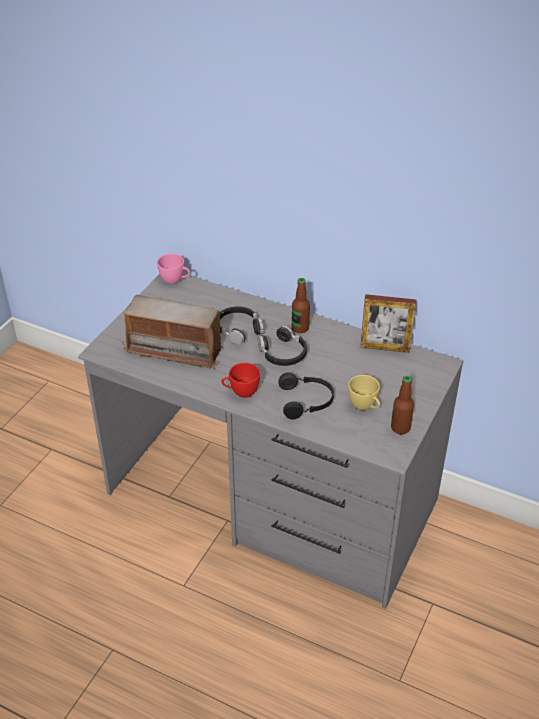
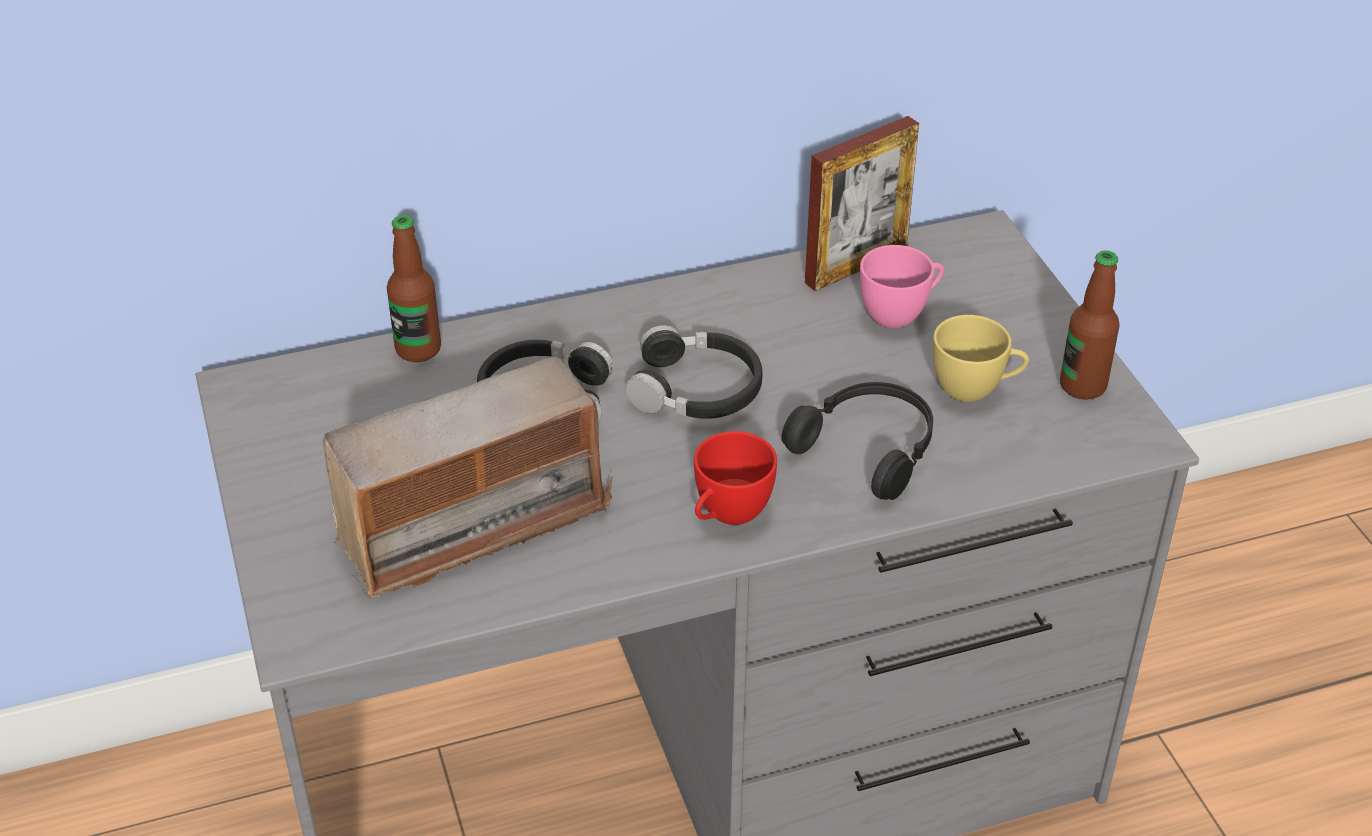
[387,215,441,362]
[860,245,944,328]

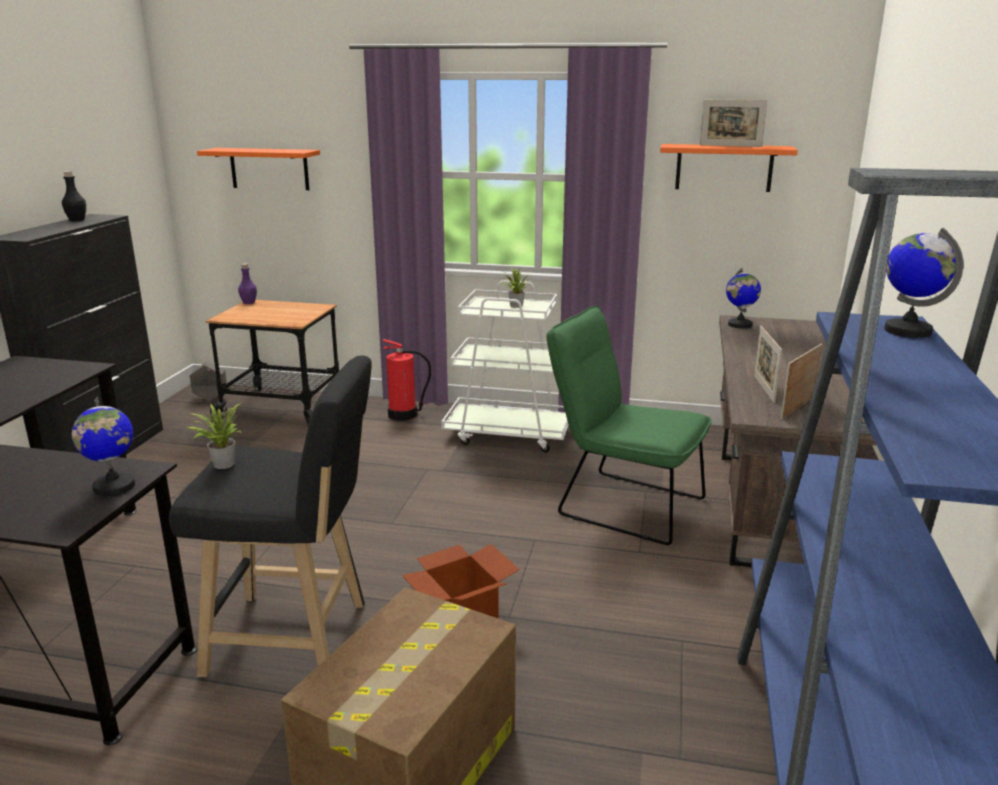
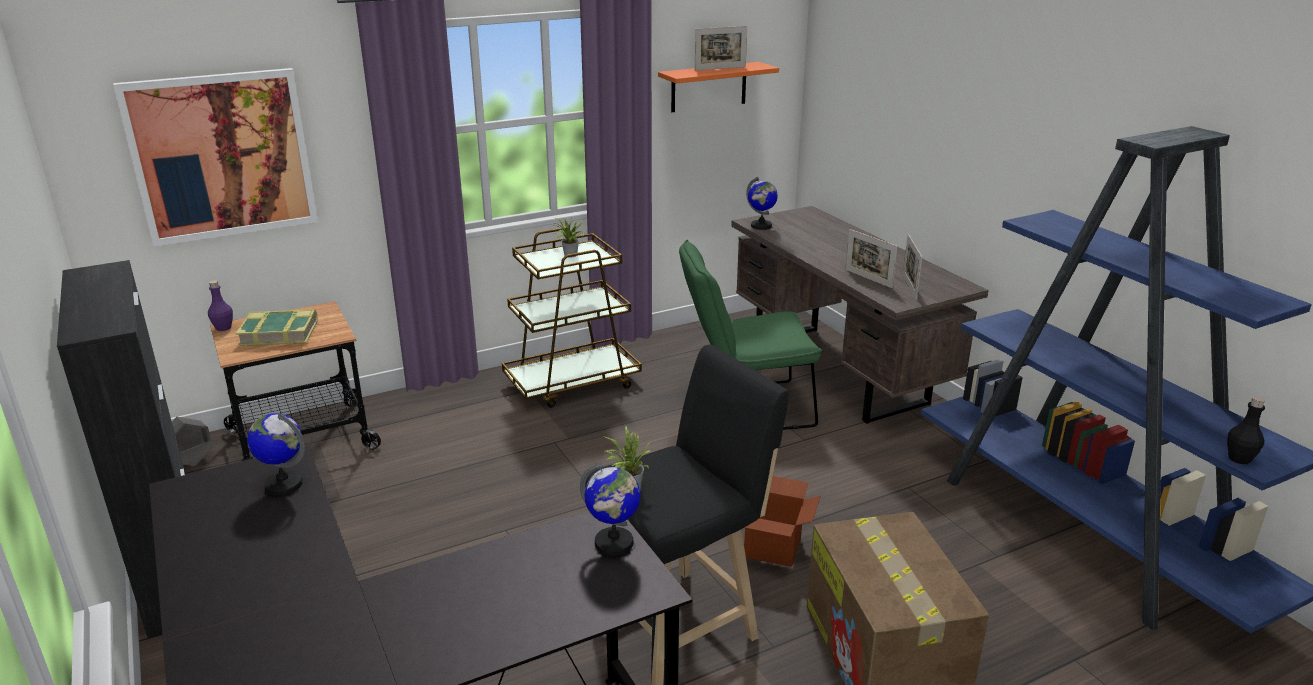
[113,68,318,247]
[235,309,318,346]
[247,413,305,496]
[502,227,642,408]
[1227,396,1265,464]
[383,339,431,421] (first image)

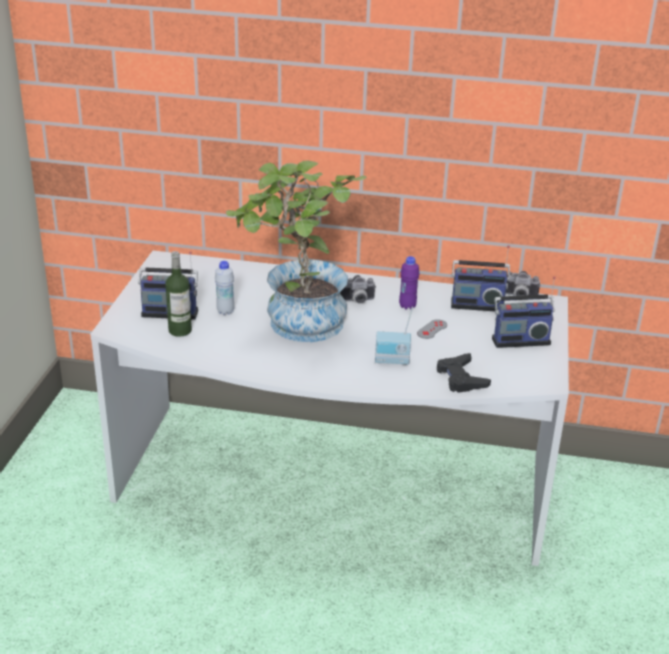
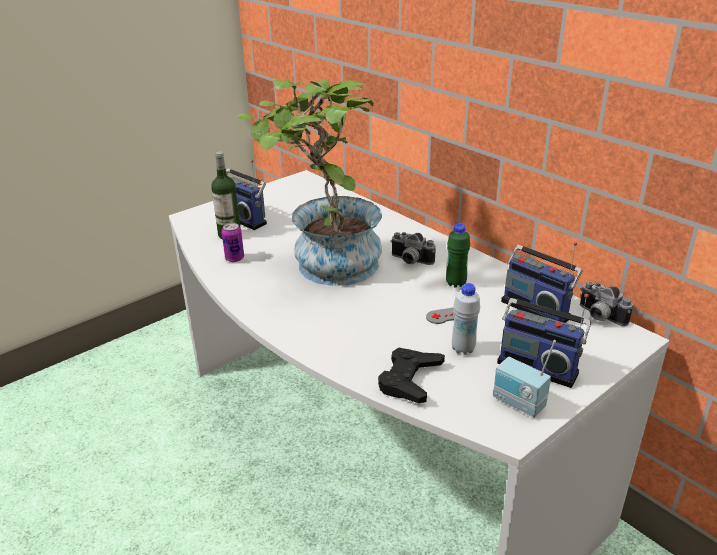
[222,223,244,262]
[446,224,470,288]
[452,283,480,355]
[493,340,556,417]

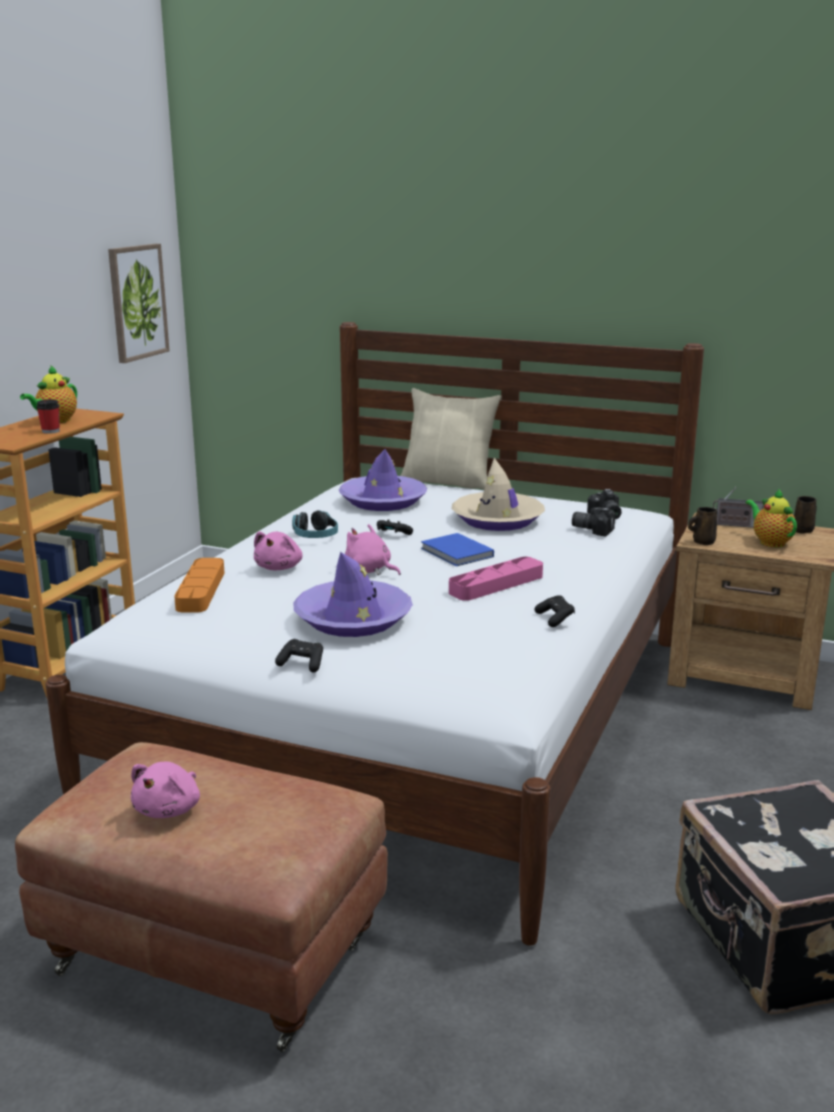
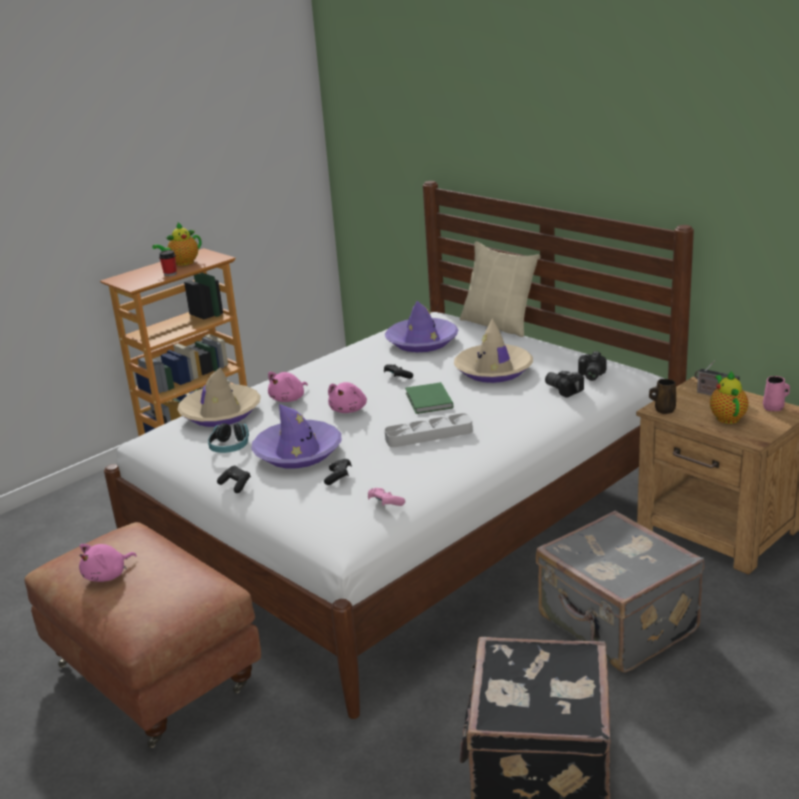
[177,367,261,427]
[208,423,249,453]
[324,459,352,485]
[328,382,367,413]
[368,488,405,506]
[384,413,473,447]
[405,382,453,414]
[536,511,704,673]
[763,376,790,411]
[108,244,170,363] (first image)

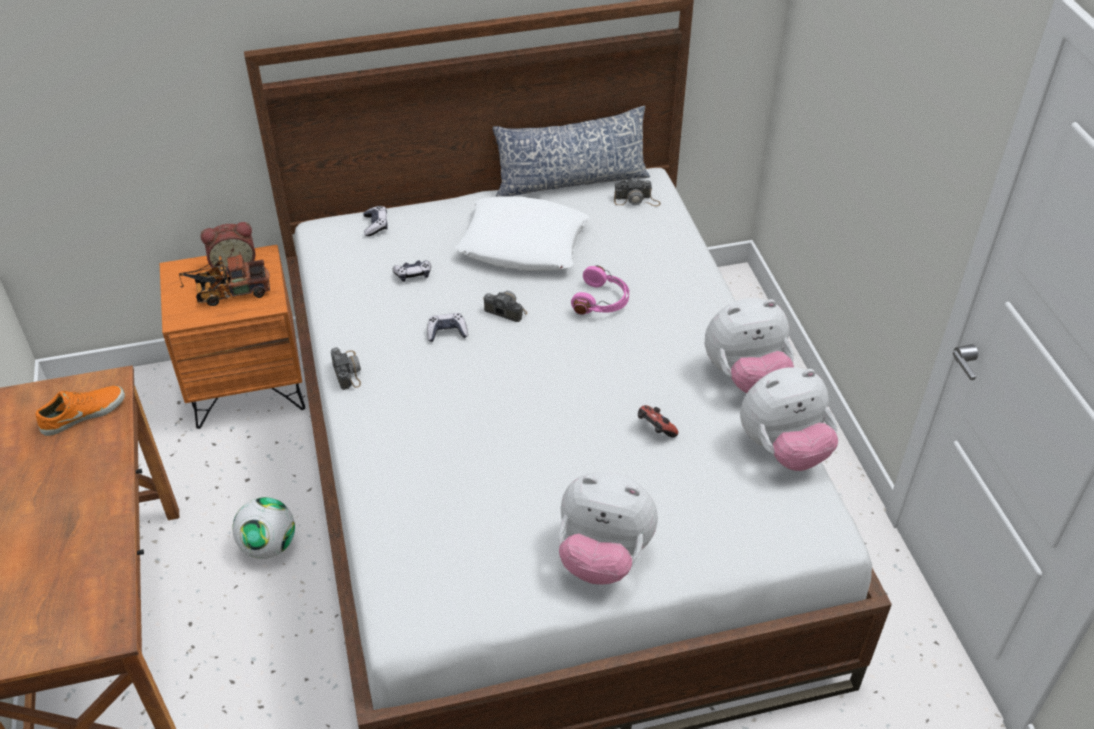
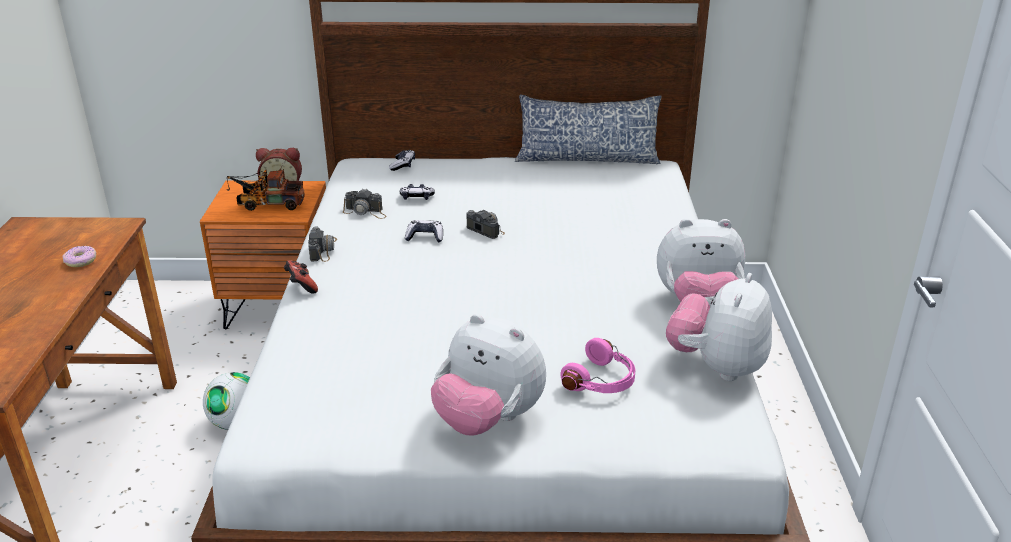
[63,246,97,267]
[284,260,318,294]
[343,189,386,219]
[560,338,636,393]
[666,273,772,381]
[36,386,125,436] (first image)
[455,197,590,271] (first image)

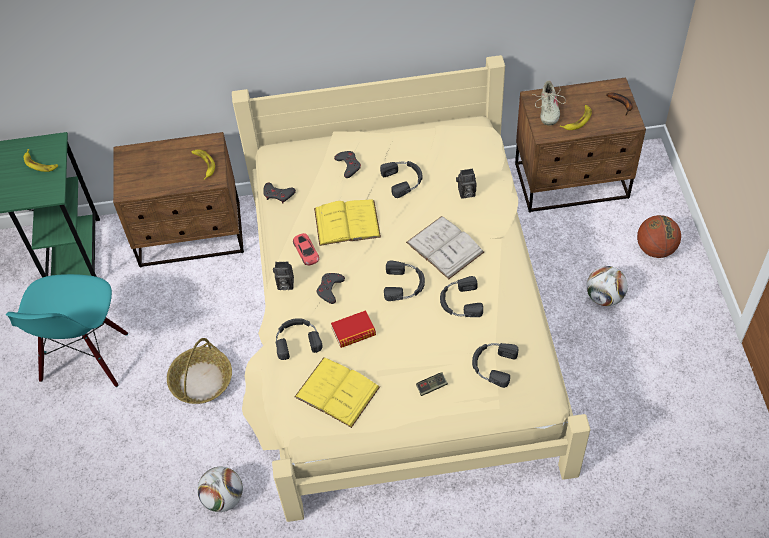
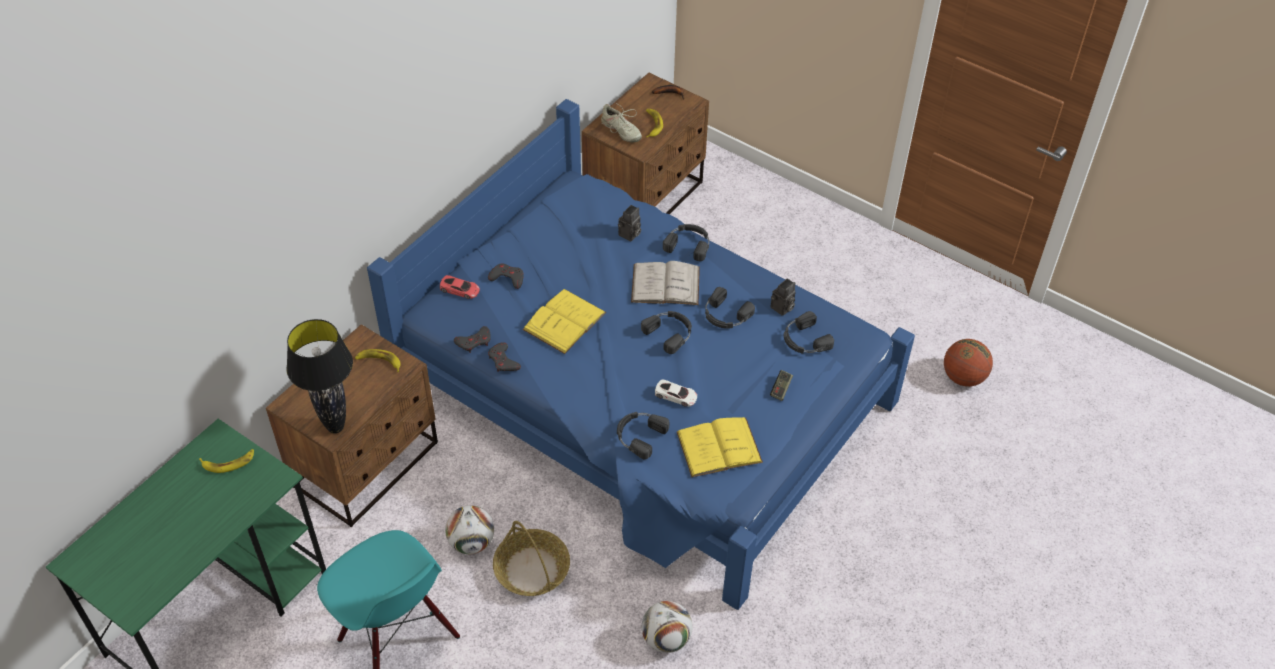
[286,319,353,433]
[367,99,915,610]
[440,275,480,299]
[445,505,494,554]
[488,342,521,372]
[655,379,697,407]
[663,224,709,261]
[771,278,796,316]
[944,339,993,387]

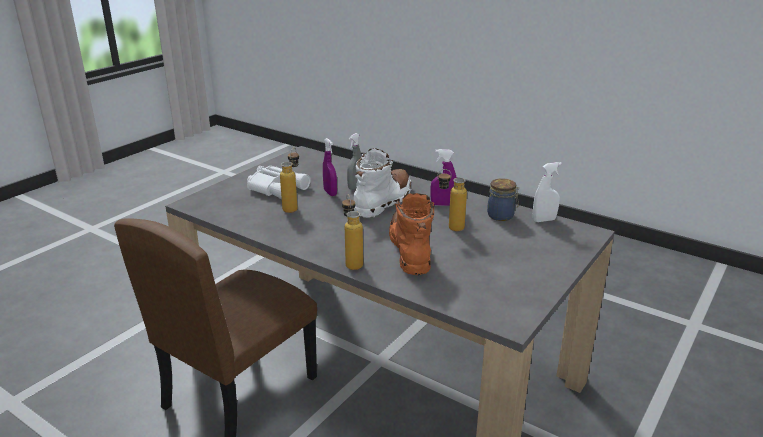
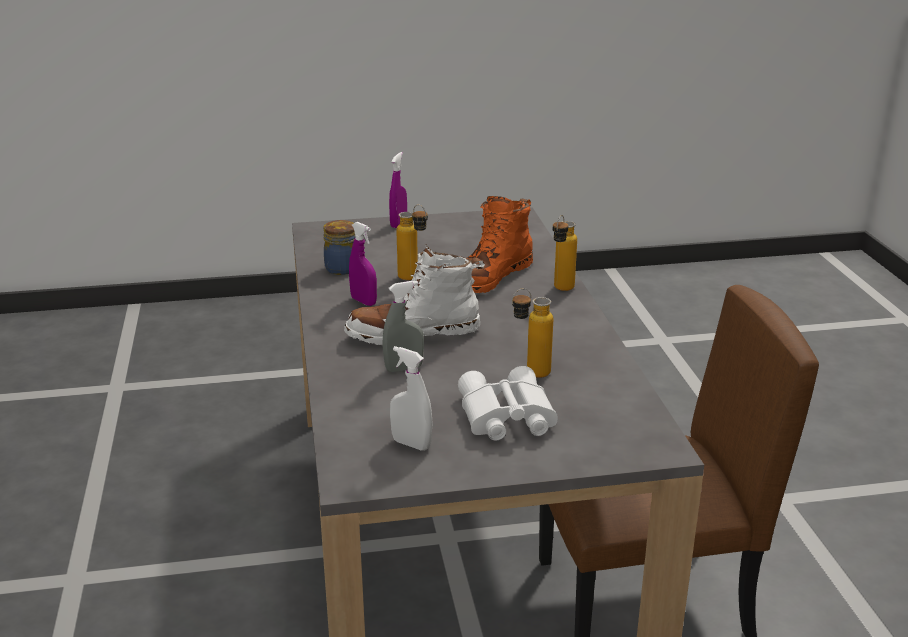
[389,152,407,228]
[390,346,433,451]

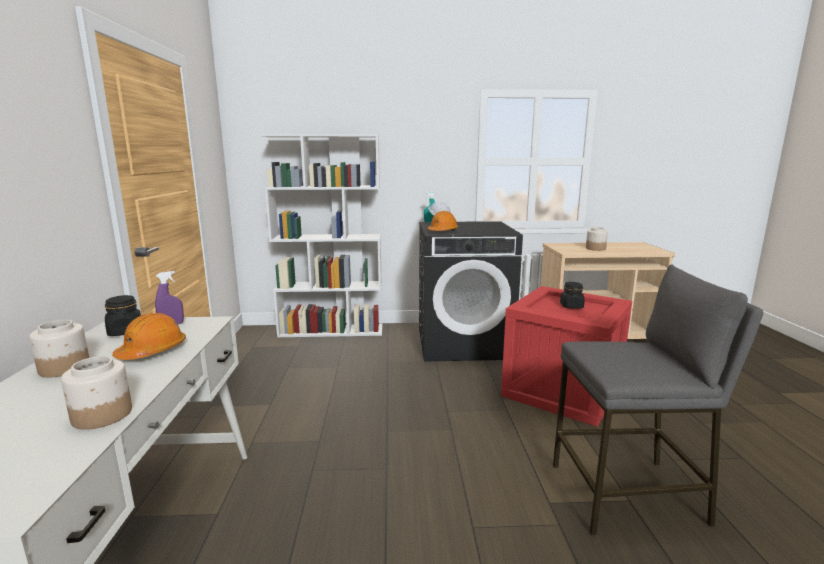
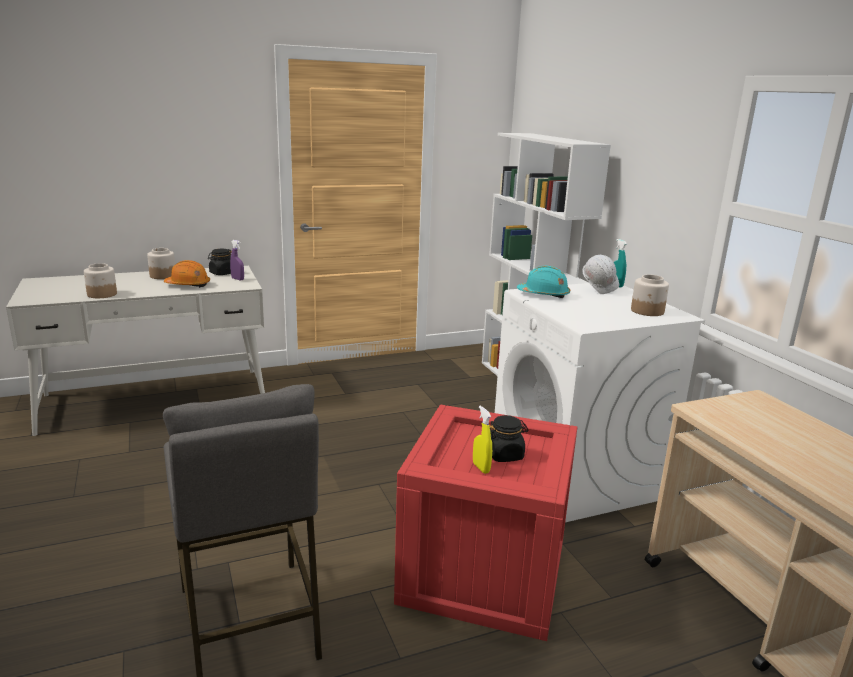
[473,406,492,474]
[495,283,705,522]
[517,266,570,299]
[631,275,669,316]

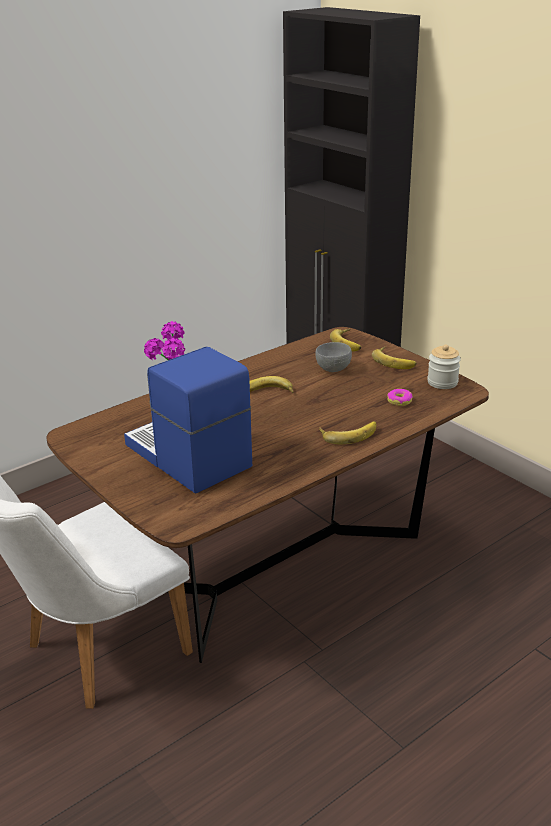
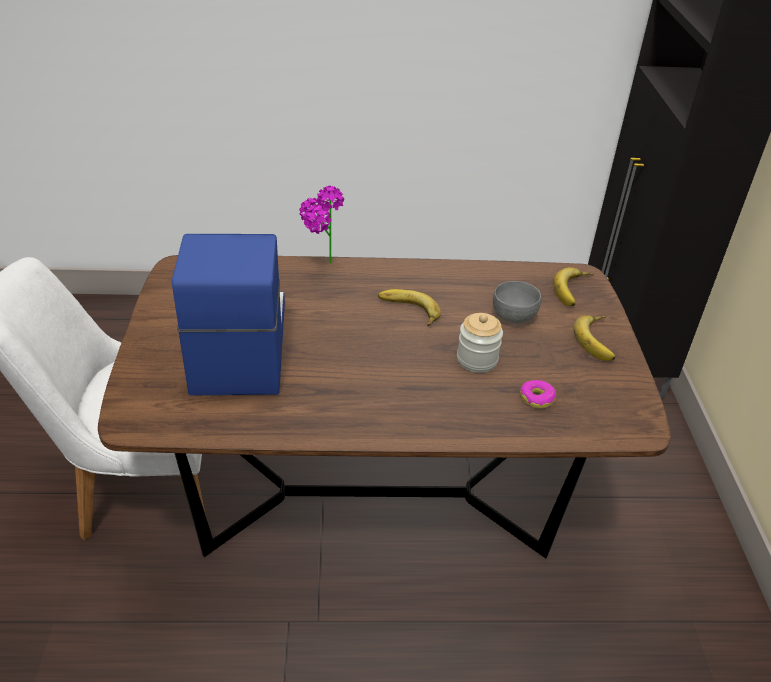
[457,313,503,373]
[319,421,377,445] (first image)

